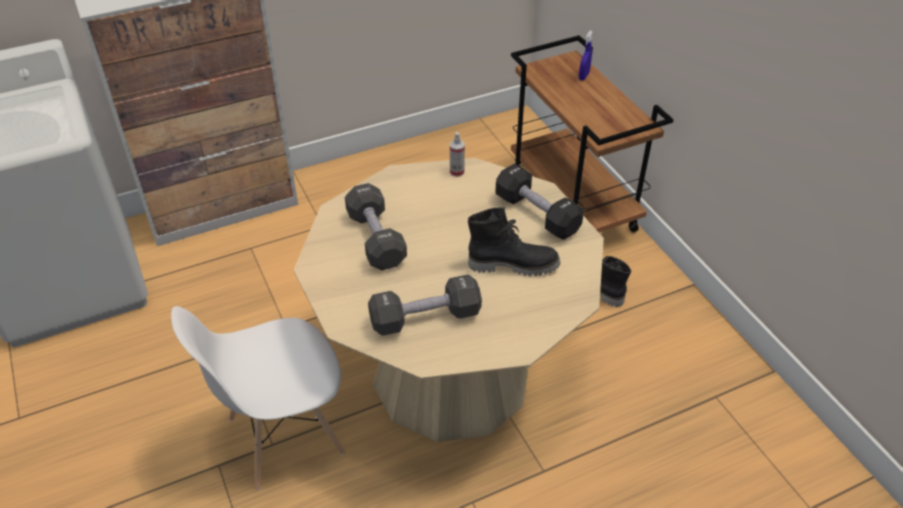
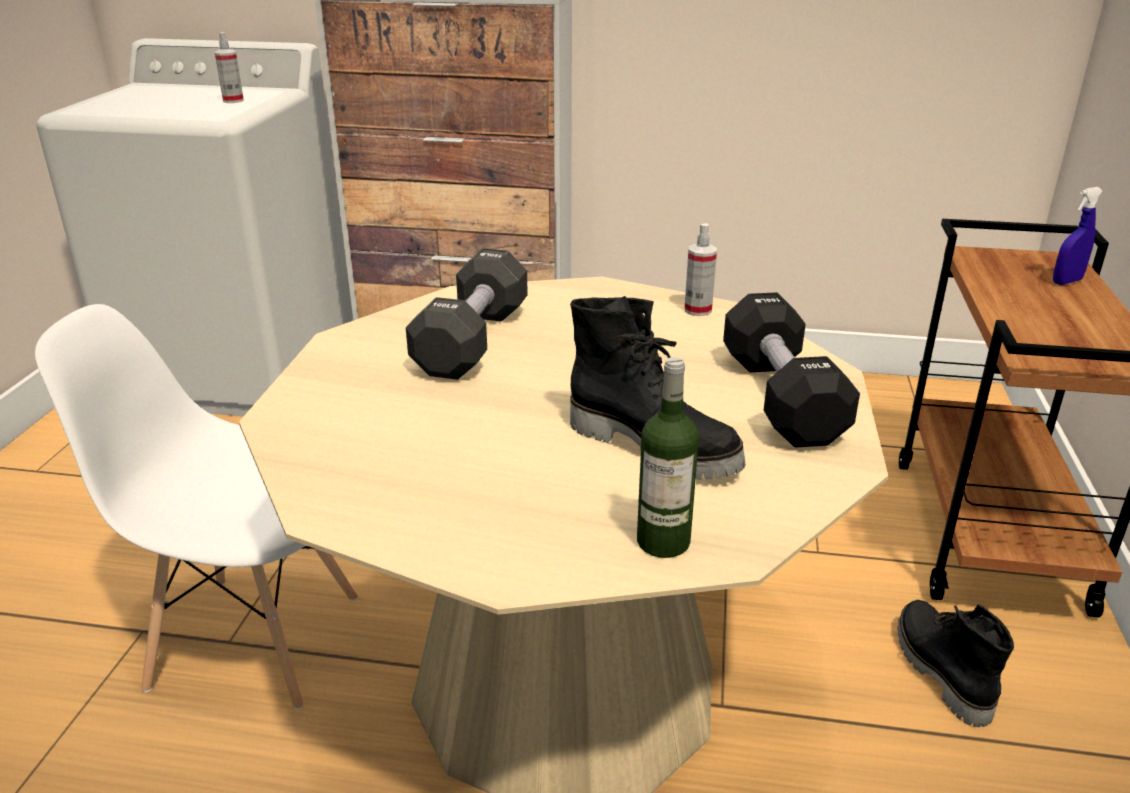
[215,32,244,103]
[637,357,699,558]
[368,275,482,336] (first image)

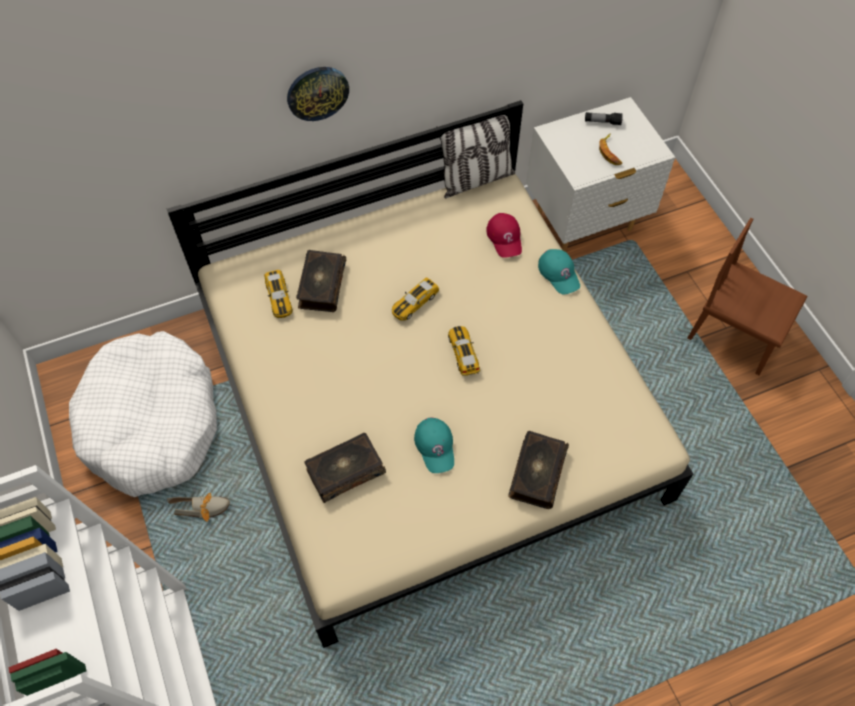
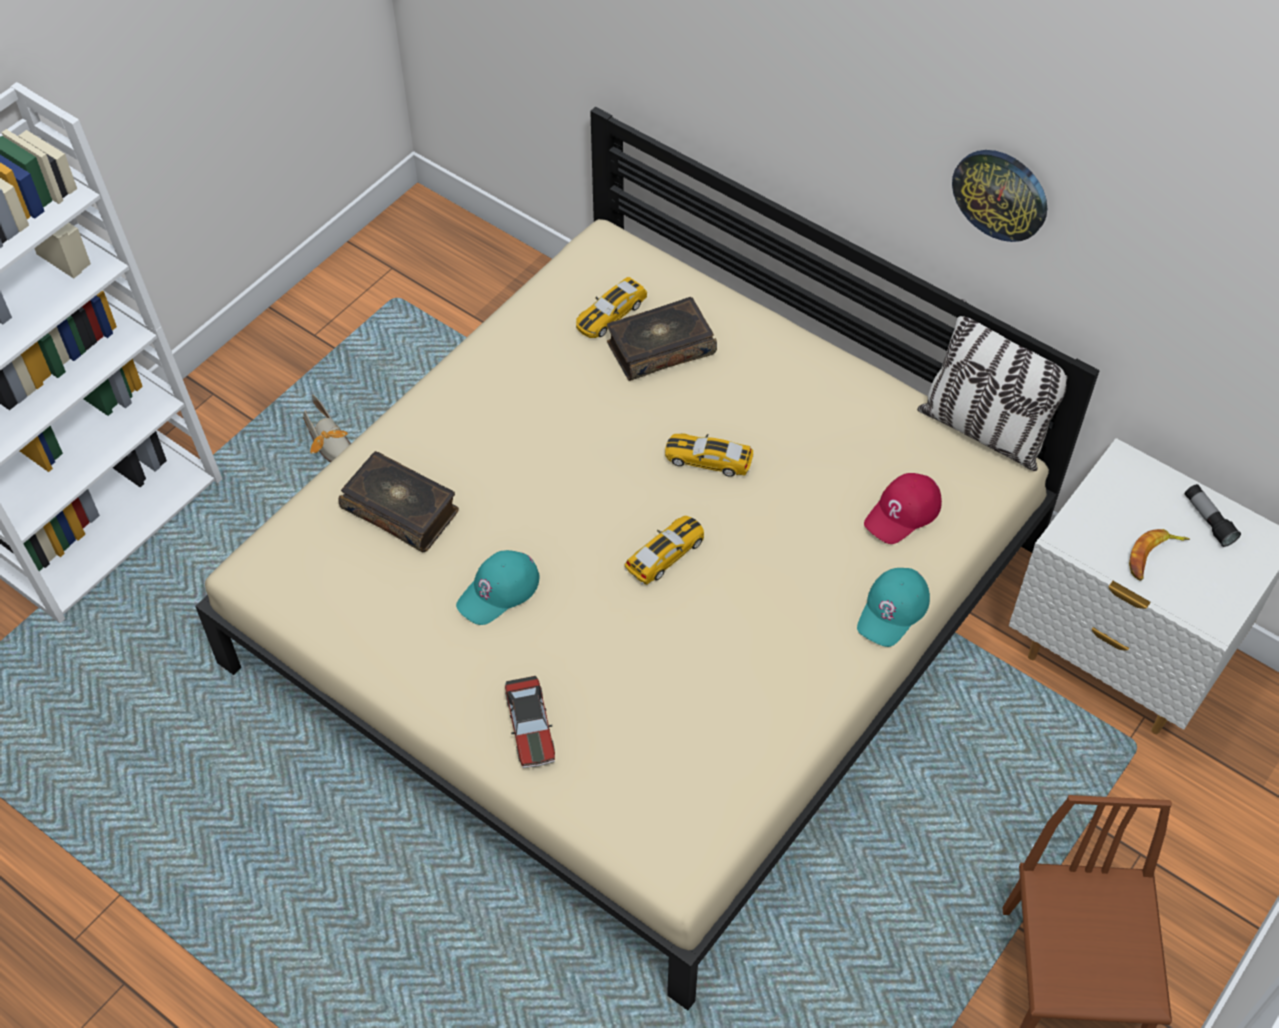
[505,676,555,768]
[952,150,1047,242]
[69,331,217,497] (first image)

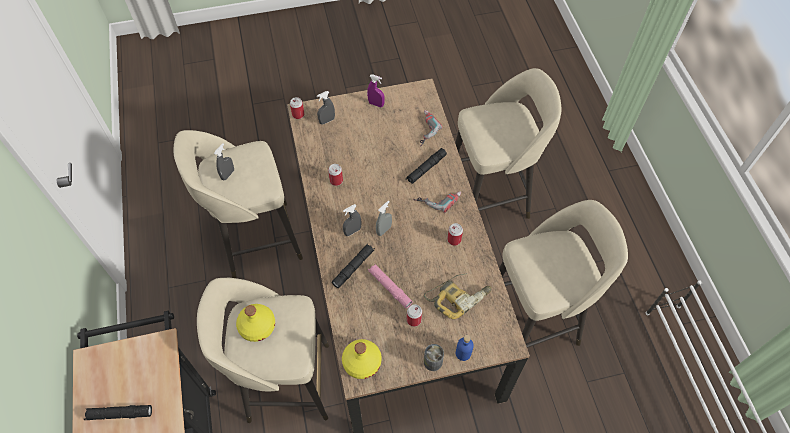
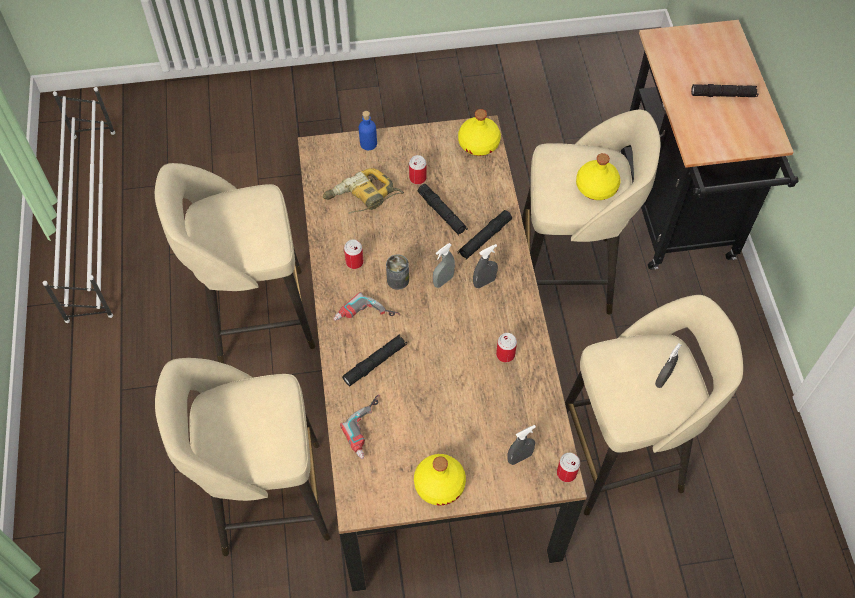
[386,254,409,290]
[414,454,466,505]
[418,184,468,235]

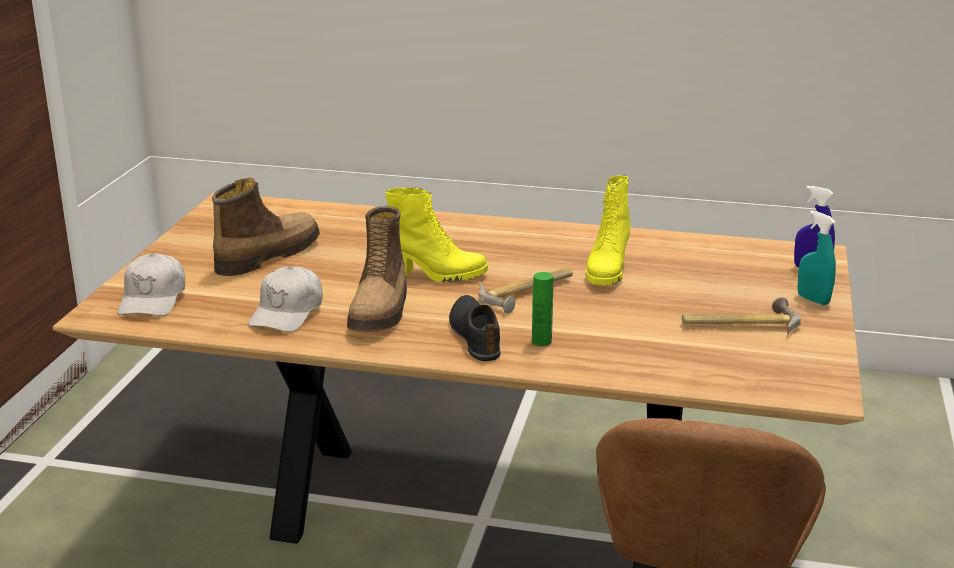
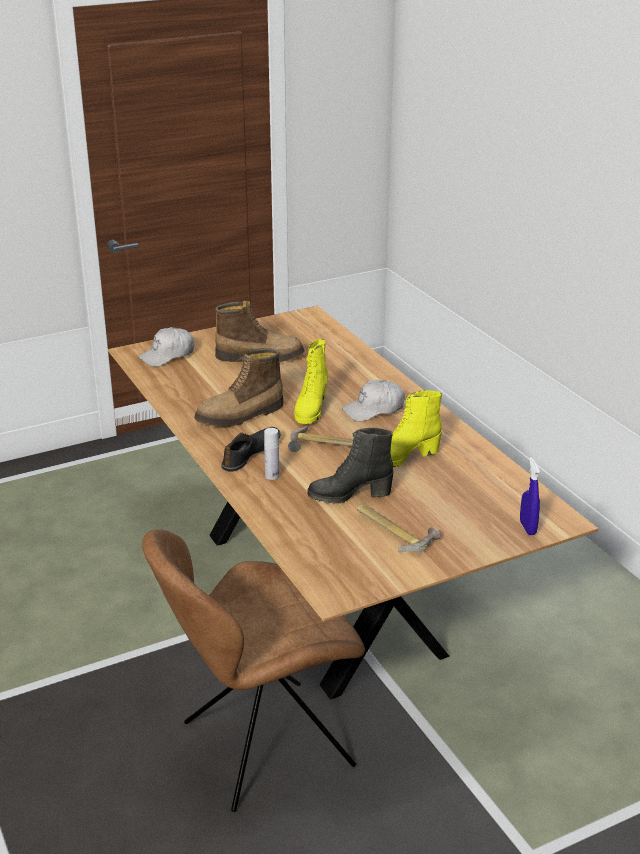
[264,428,279,480]
[294,339,328,424]
[308,428,394,503]
[342,379,405,421]
[798,210,836,305] (first image)

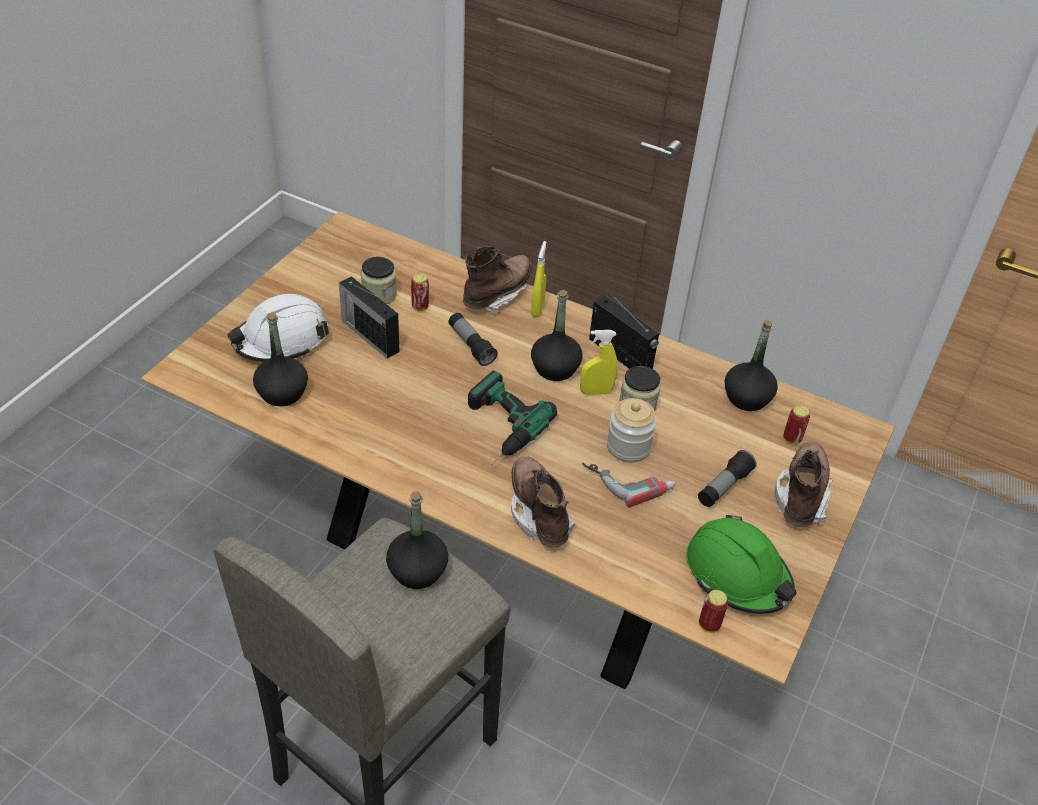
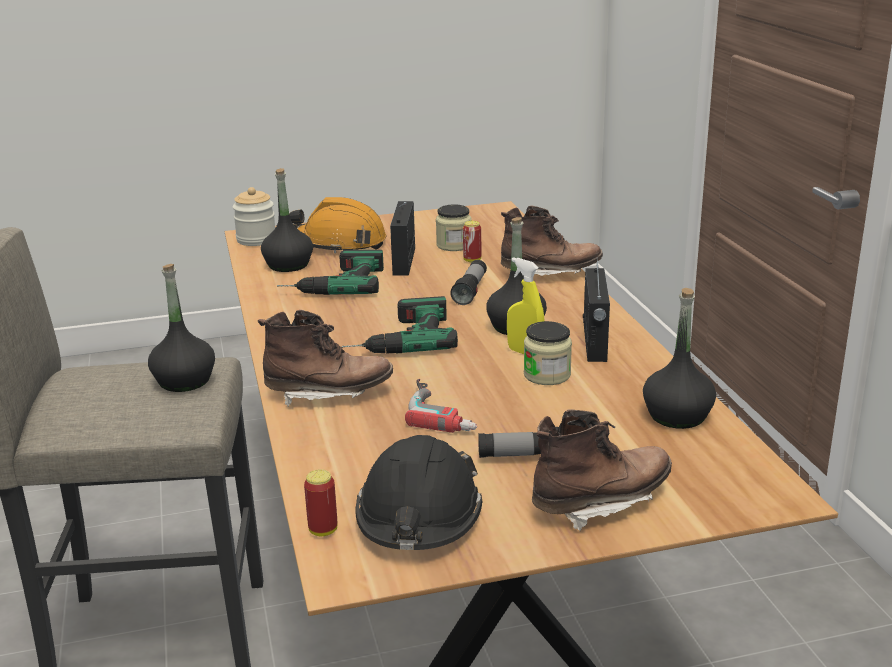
[233,187,275,246]
[258,310,393,407]
[277,250,384,295]
[289,197,386,254]
[355,435,483,550]
[531,241,546,318] (first image)
[783,405,810,445] (first image)

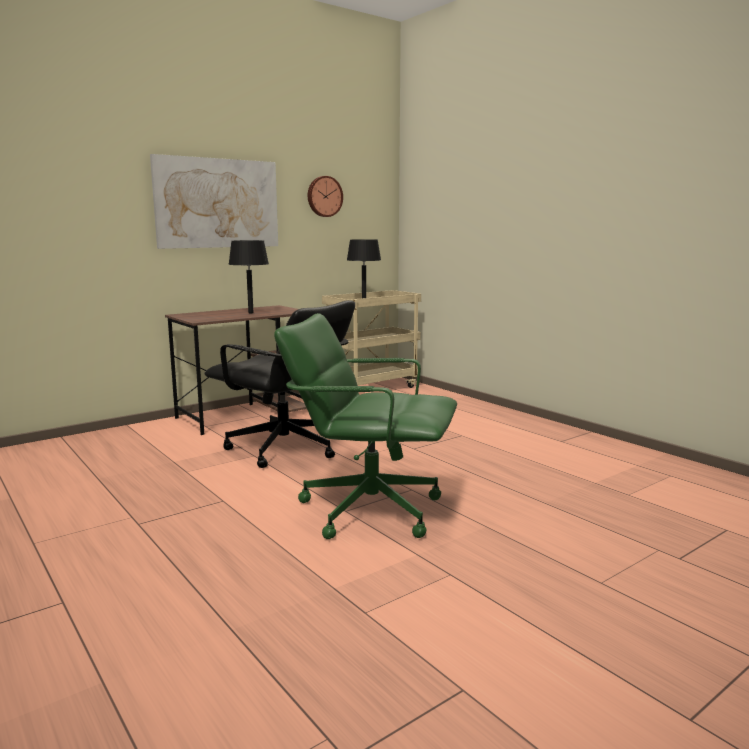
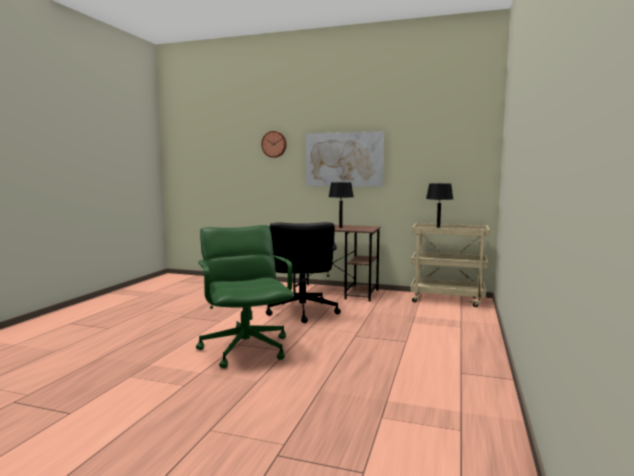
[261,131,287,158]

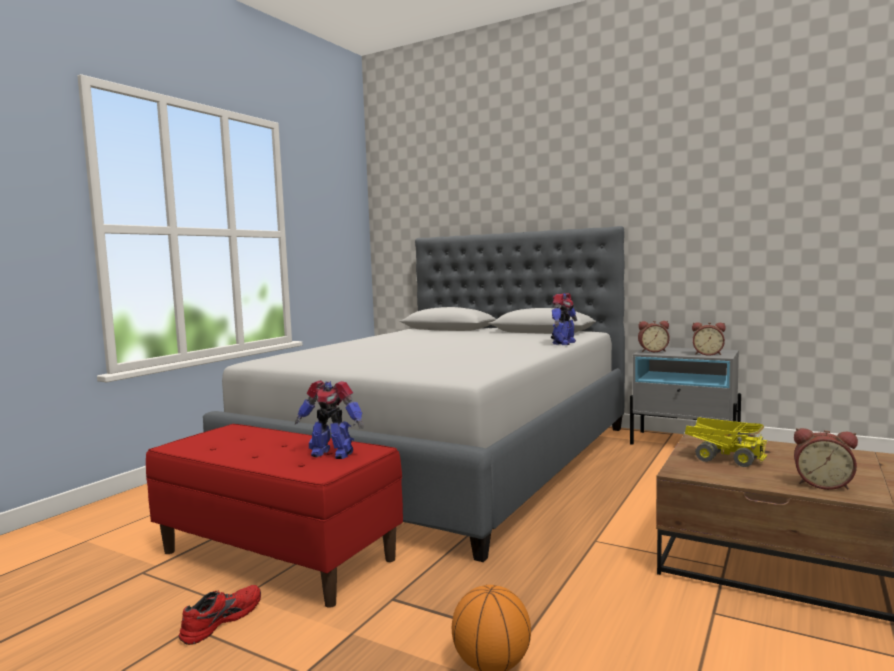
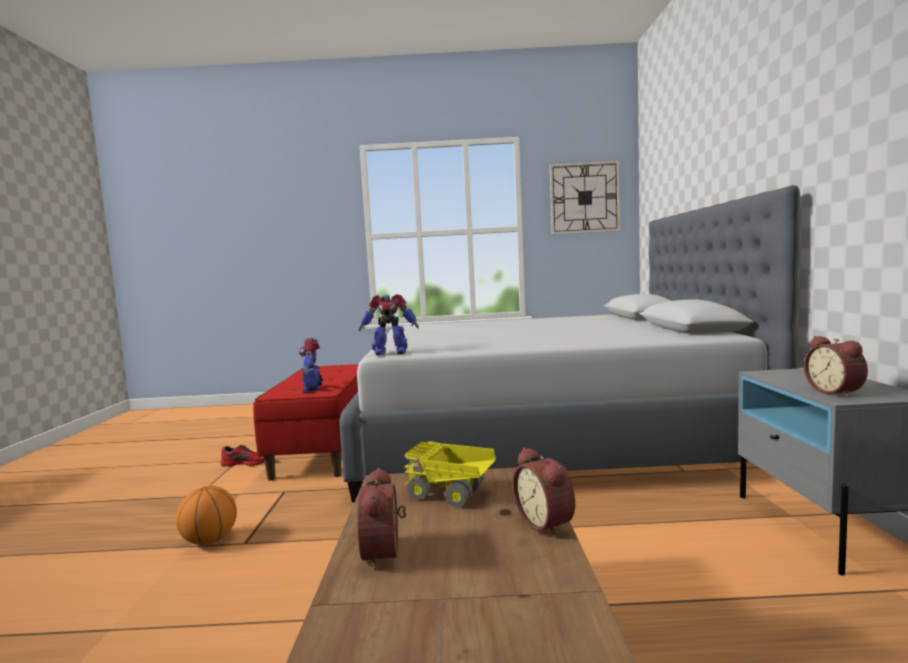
[359,294,419,355]
[403,441,496,507]
[513,447,575,537]
[550,161,620,235]

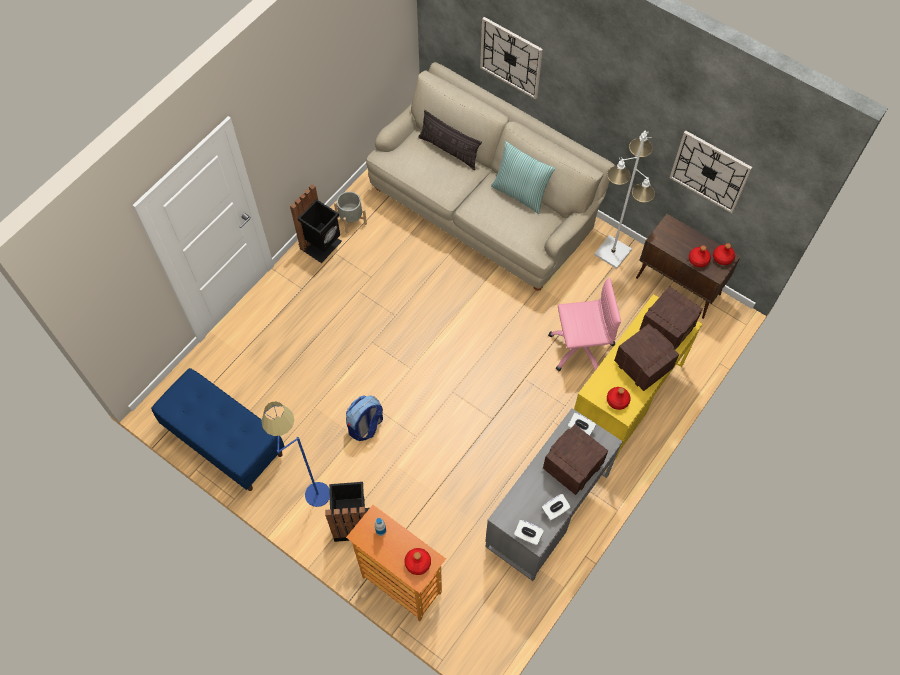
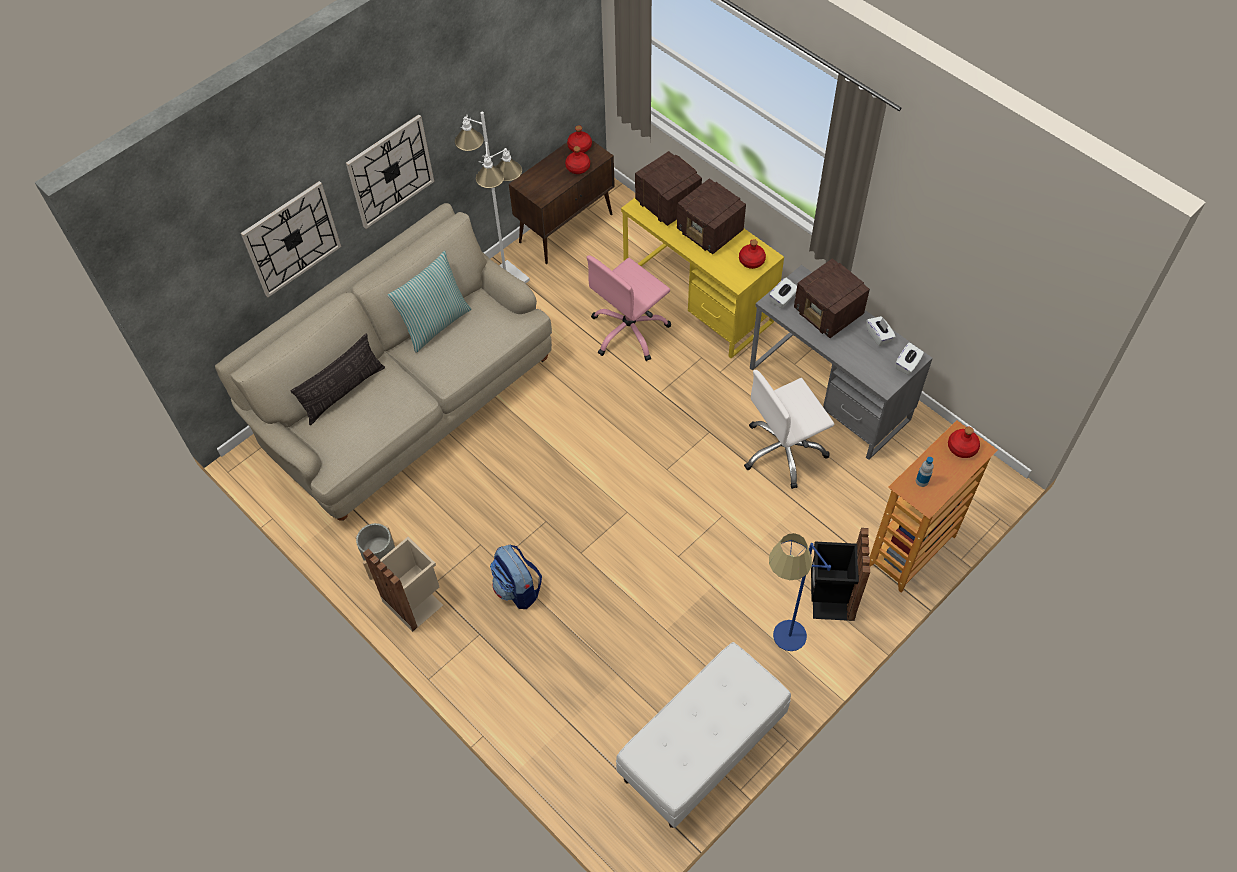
[346,114,434,229]
[363,537,443,632]
[490,545,542,609]
[587,255,671,361]
[616,642,791,828]
[677,178,746,254]
[744,370,834,489]

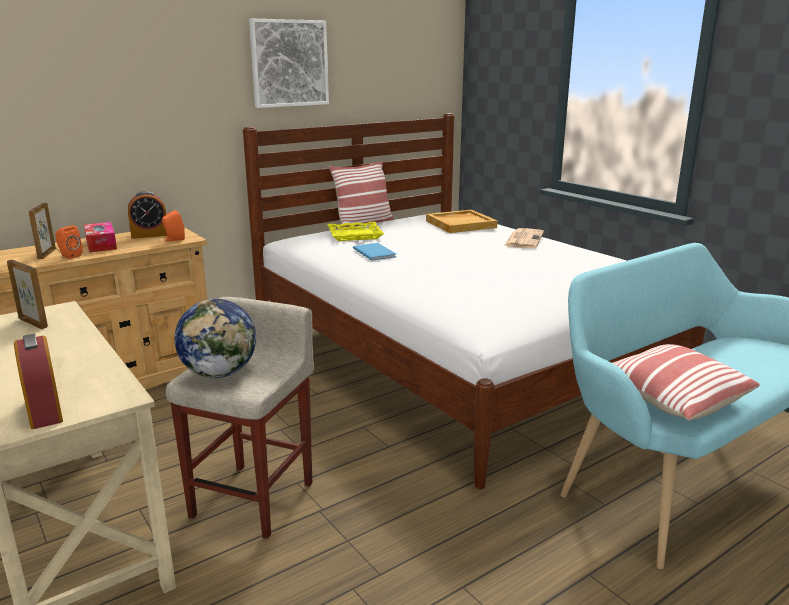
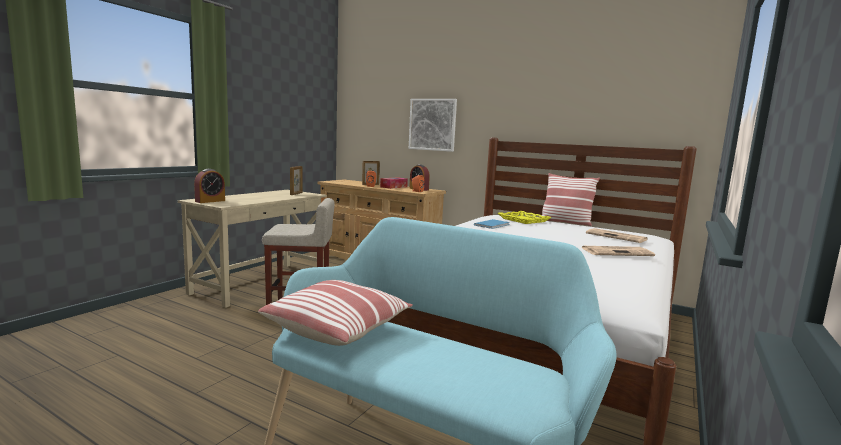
[409,99,457,152]
[586,228,648,243]
[174,299,256,378] (first image)

